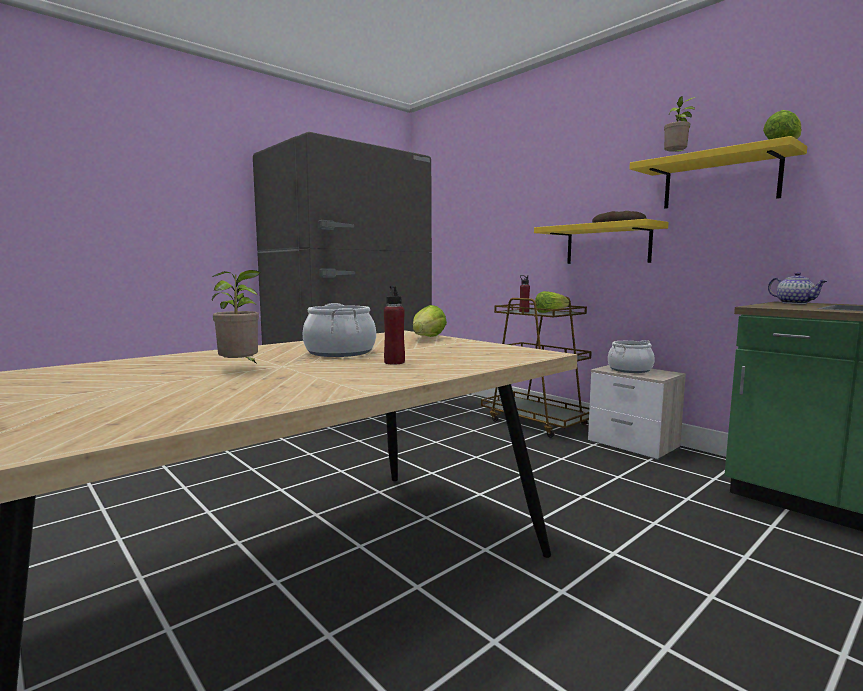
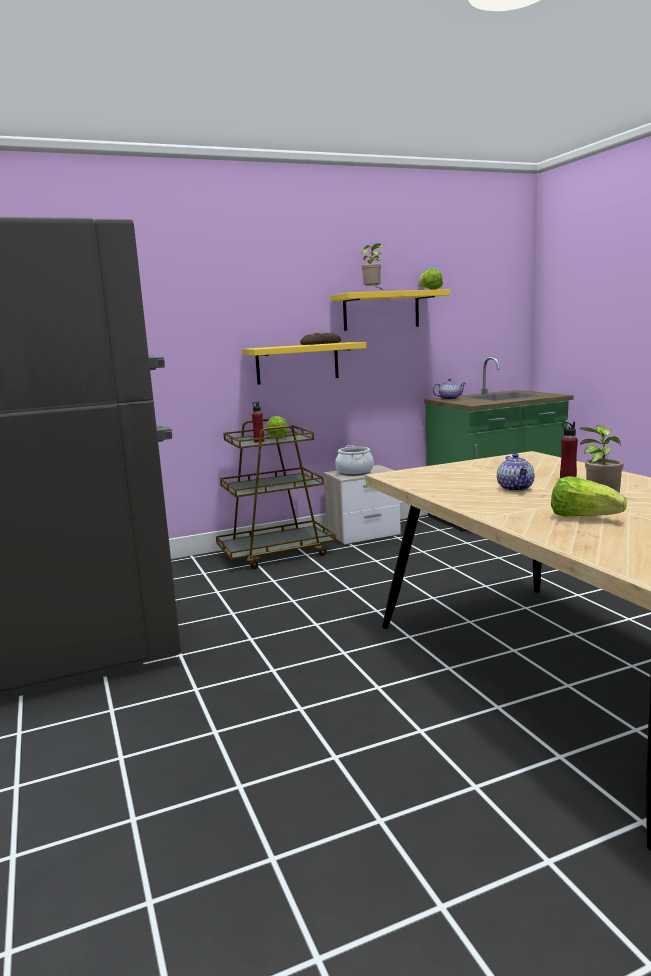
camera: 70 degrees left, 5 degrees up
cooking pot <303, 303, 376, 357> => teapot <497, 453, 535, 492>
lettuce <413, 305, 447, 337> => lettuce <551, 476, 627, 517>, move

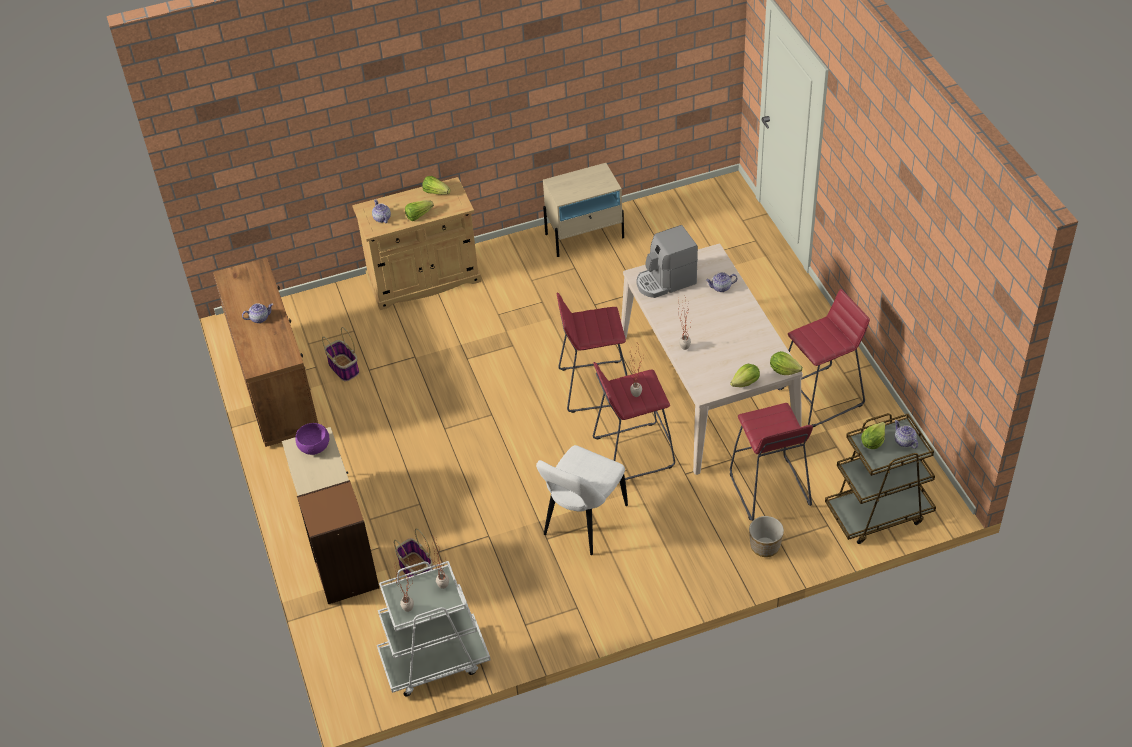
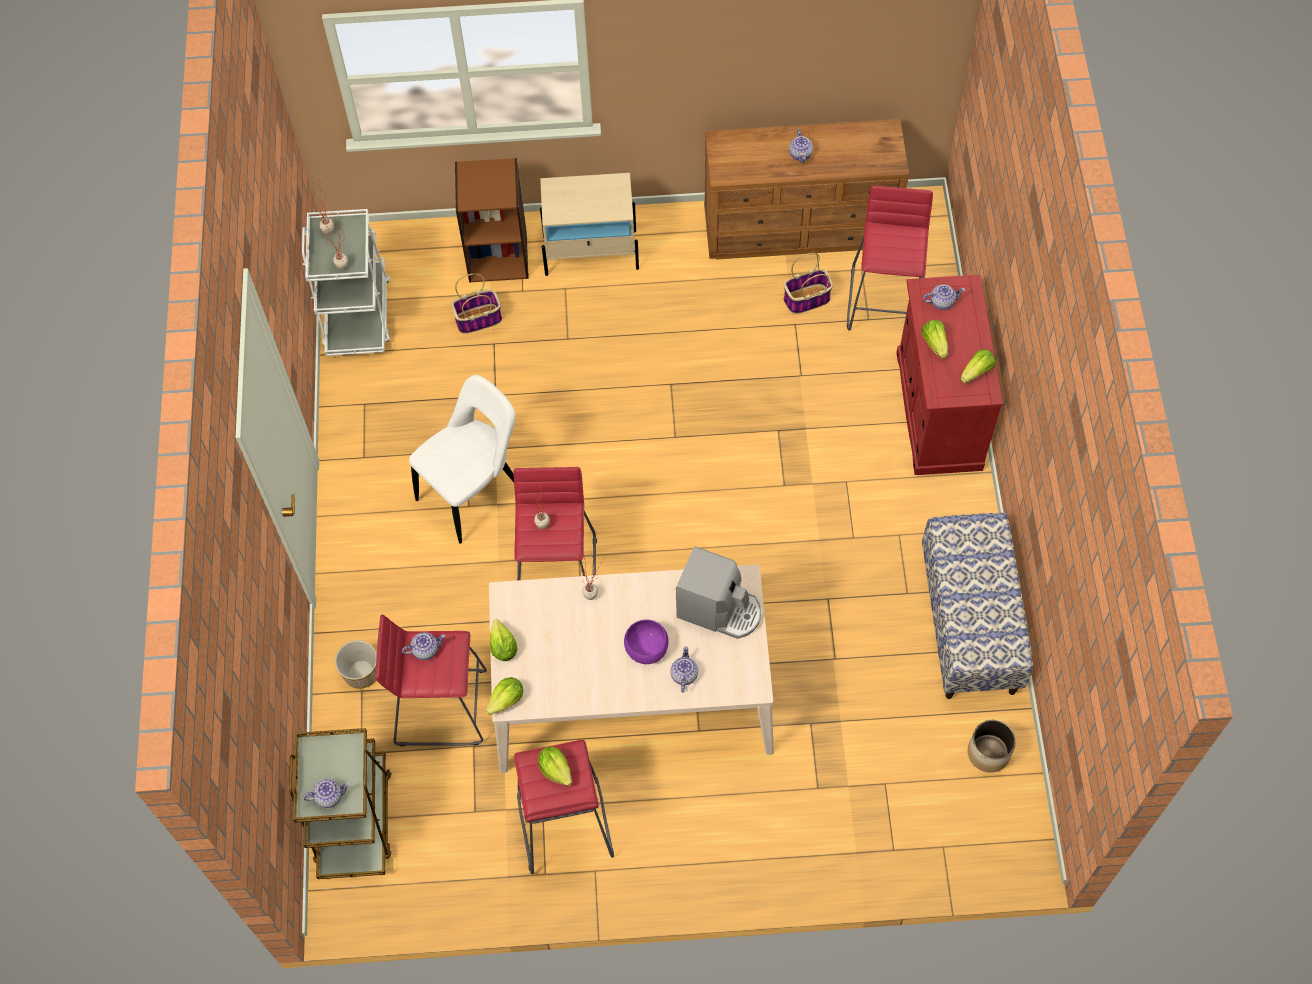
camera: 105 degrees right, 15 degrees up
bowl in purple <295, 423, 329, 455> => bowl in purple <624, 620, 669, 664>, move
cabinet in beige <352, 177, 481, 310> => cabinet in red <896, 275, 1003, 475>
chair in white <536, 445, 628, 555> => chair in white <409, 375, 515, 544>, 90 degrees clockwise
nightstand in beige <543, 163, 624, 257> => bench <922, 513, 1033, 699>
stool in red <557, 292, 627, 413> => stool in red <847, 185, 933, 330>, move
coffee machine <636, 225, 698, 298> => coffee machine <676, 547, 761, 639>, 120 degrees clockwise
lettuce <861, 422, 885, 449> => lettuce <538, 747, 572, 787>, move
nothing => teapot <402, 632, 445, 660>
nothing => planter <968, 720, 1016, 773>

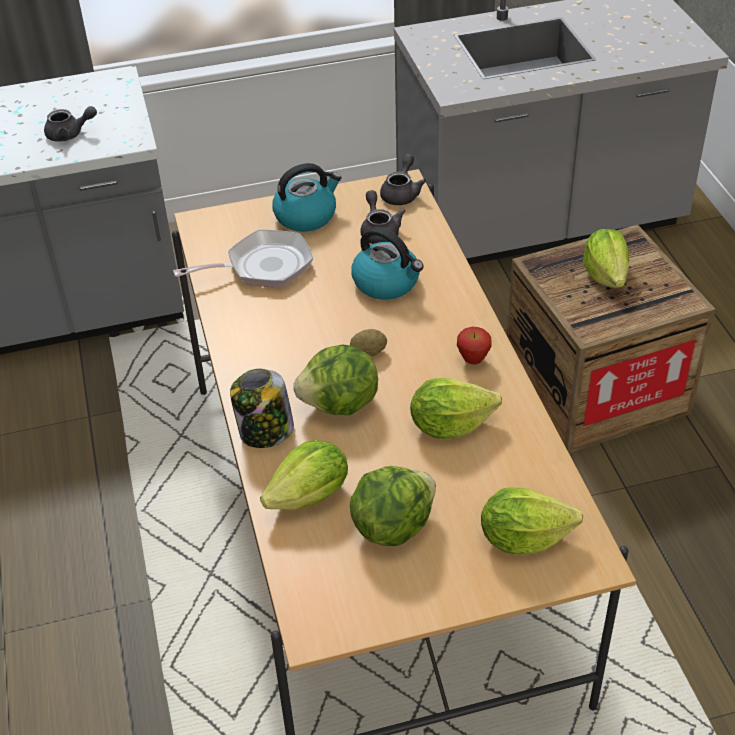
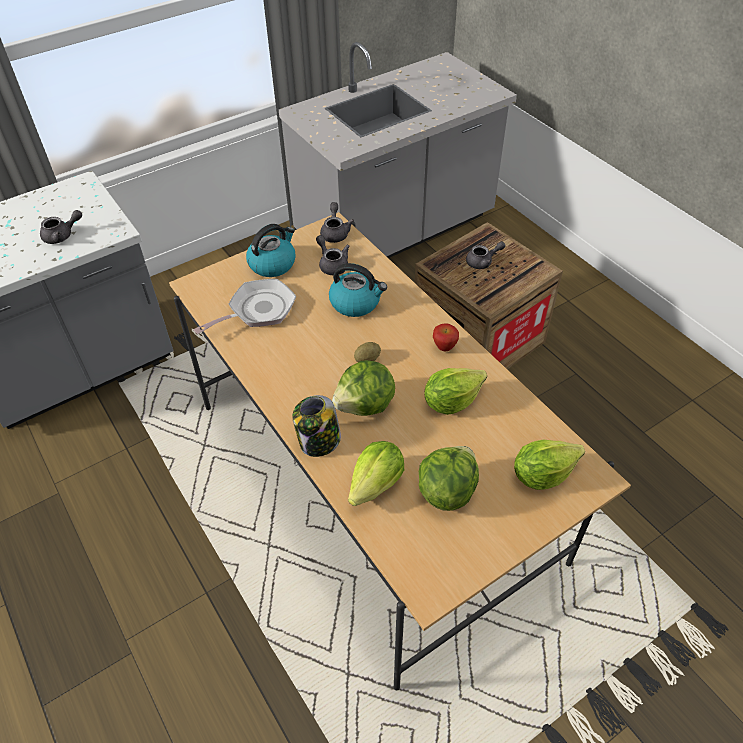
camera: 20 degrees left, 5 degrees up
lettuce <583, 229, 629, 288> => teapot in grey <466, 241, 506, 269>

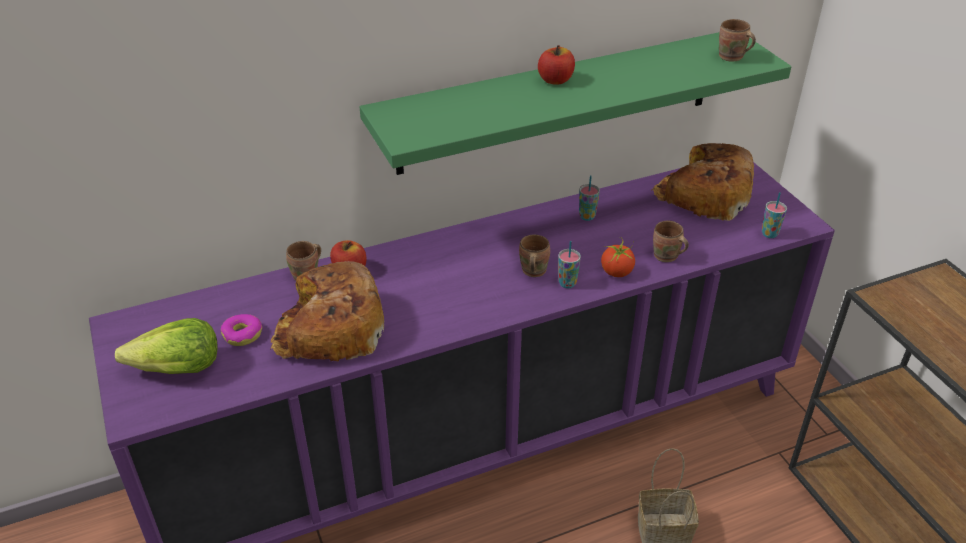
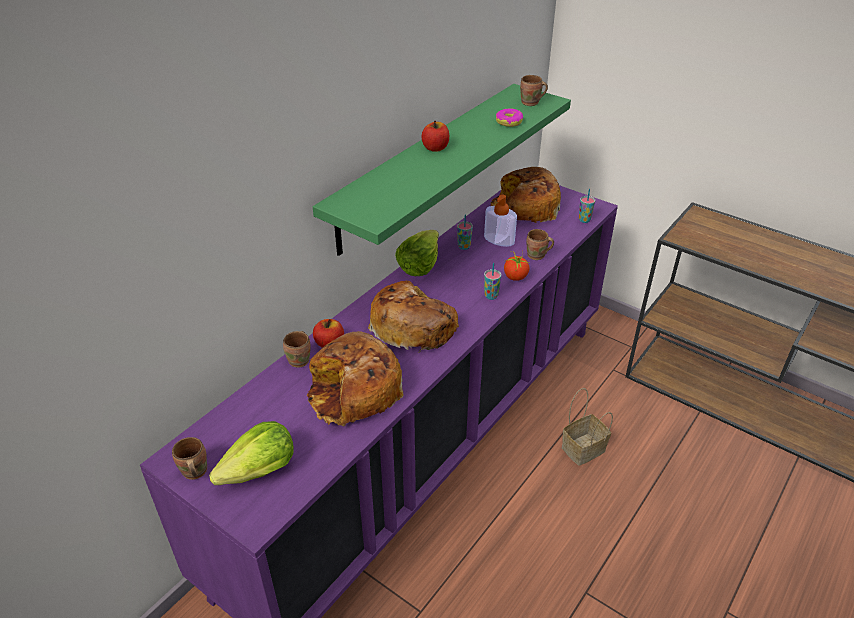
camera: 30 degrees left, 0 degrees up
donut <221, 314, 263, 346> => donut <496, 109, 523, 127>, move
mug in brown <519, 235, 550, 277> => mug in brown <172, 437, 207, 480>, move
nothing => bread <368, 281, 459, 354>
nothing => lettuce <395, 230, 439, 276>
nothing => soap dispenser <484, 194, 517, 247>

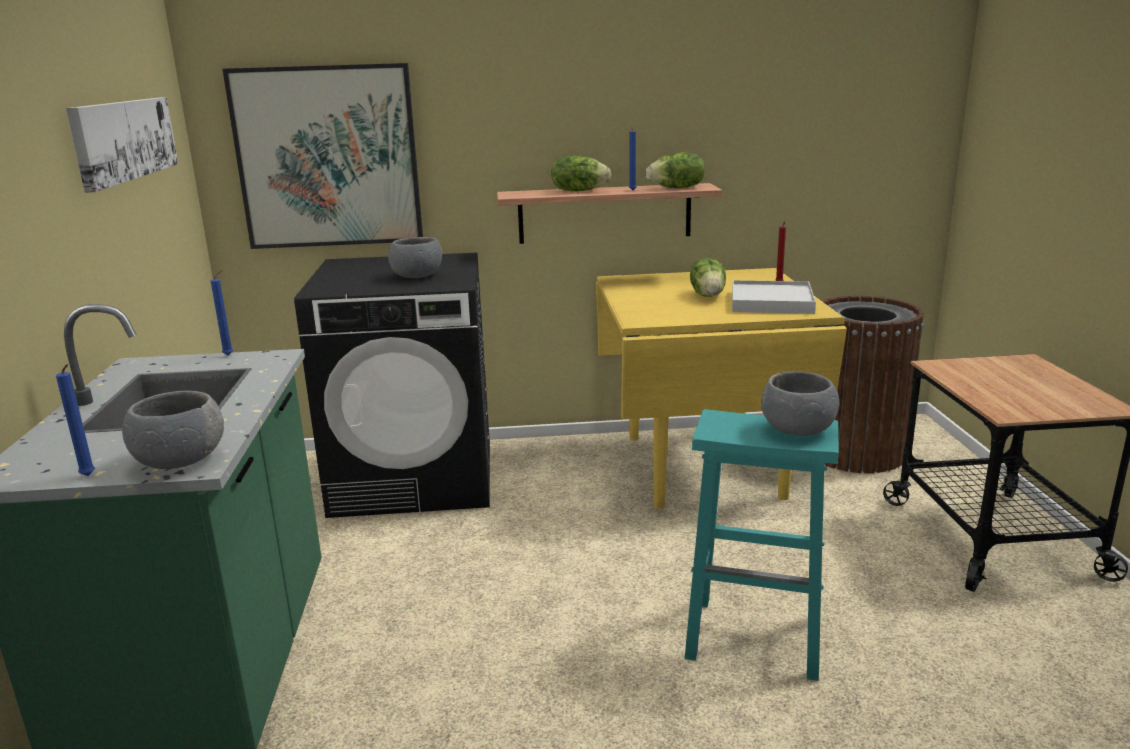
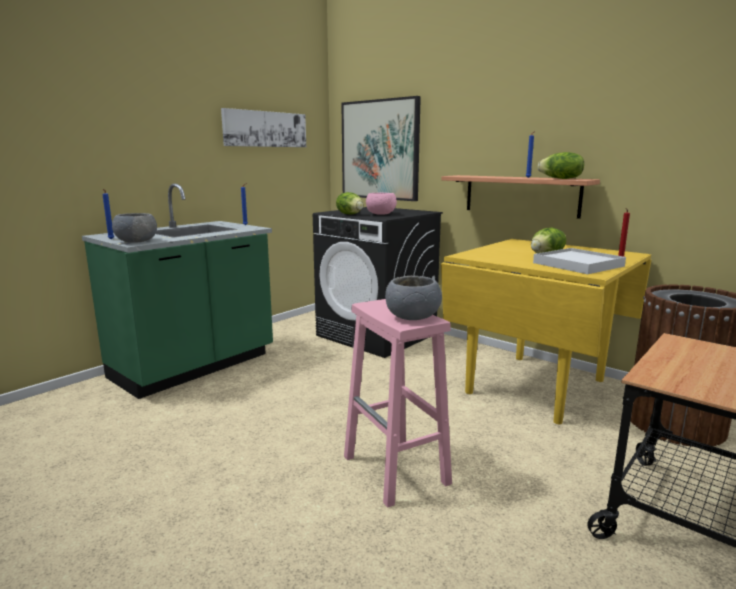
camera: 45 degrees right, 5 degrees down
bowl in grey <388, 237, 442, 278> => bowl in pink <366, 193, 397, 215>
lettuce <551, 156, 611, 191> => lettuce <336, 192, 363, 214>, move
stool in turquoise <685, 409, 839, 681> => stool in pink <344, 299, 452, 508>

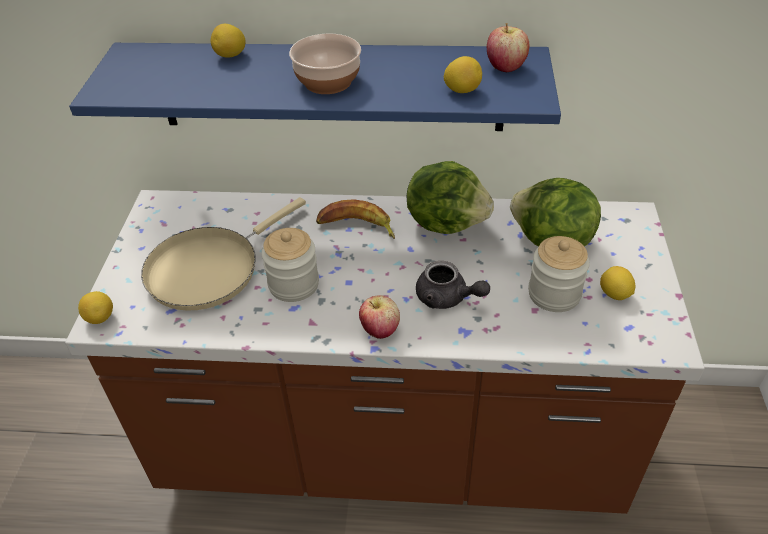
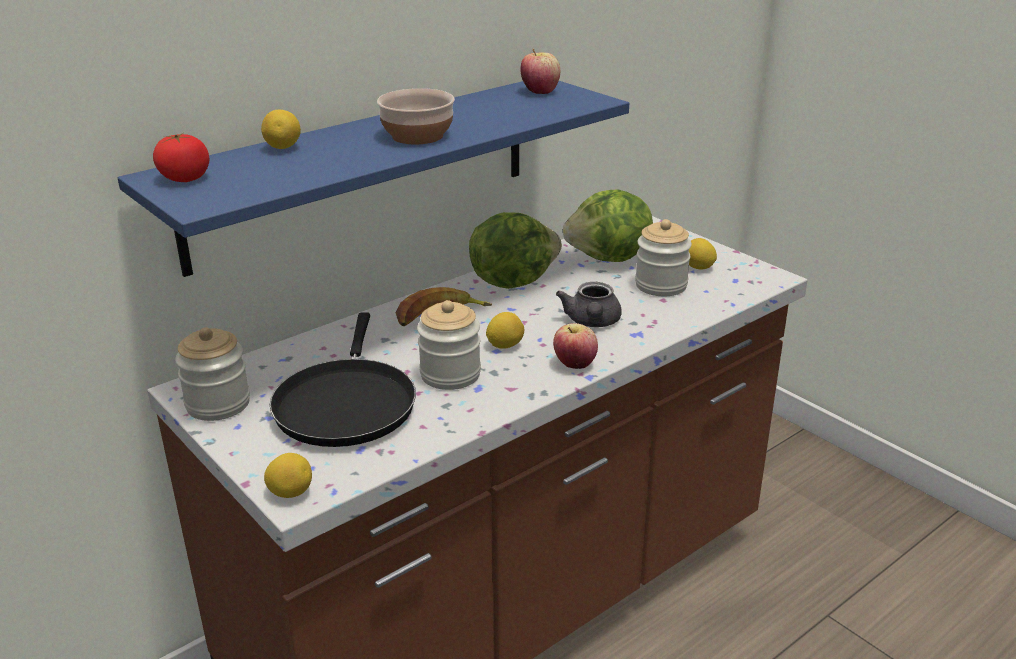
camera: 45 degrees left, 15 degrees down
frying pan in beige <141, 197, 306, 311> => frying pan in black <270, 312, 416, 447>
teapot in grey <416, 261, 490, 309> => teapot in grey <556, 282, 622, 327>, 105 degrees clockwise
lemon <444, 56, 482, 93> => lemon <486, 312, 524, 349>, move
nothing => tomato <153, 133, 209, 182>
nothing => jar <175, 327, 250, 421>

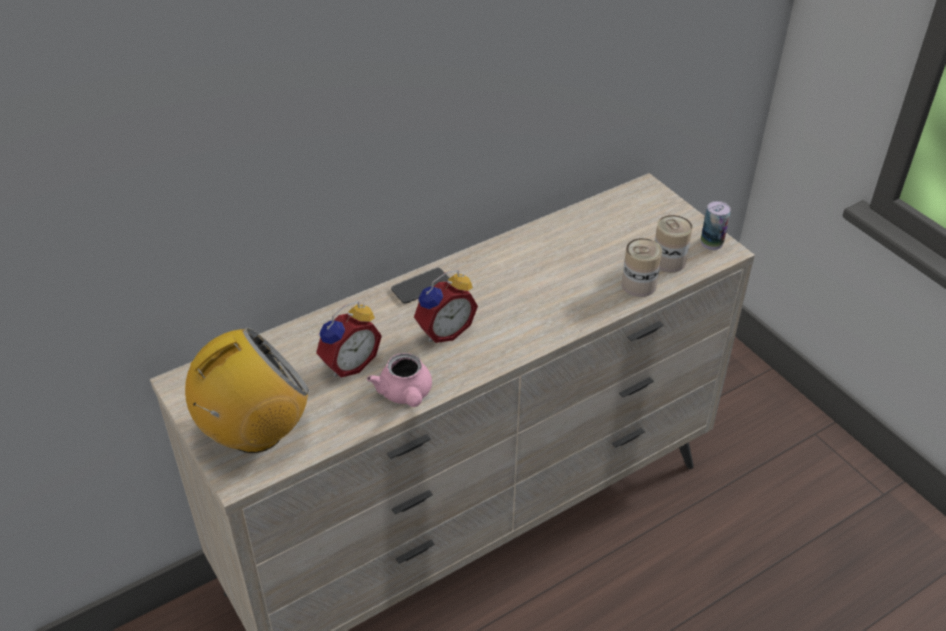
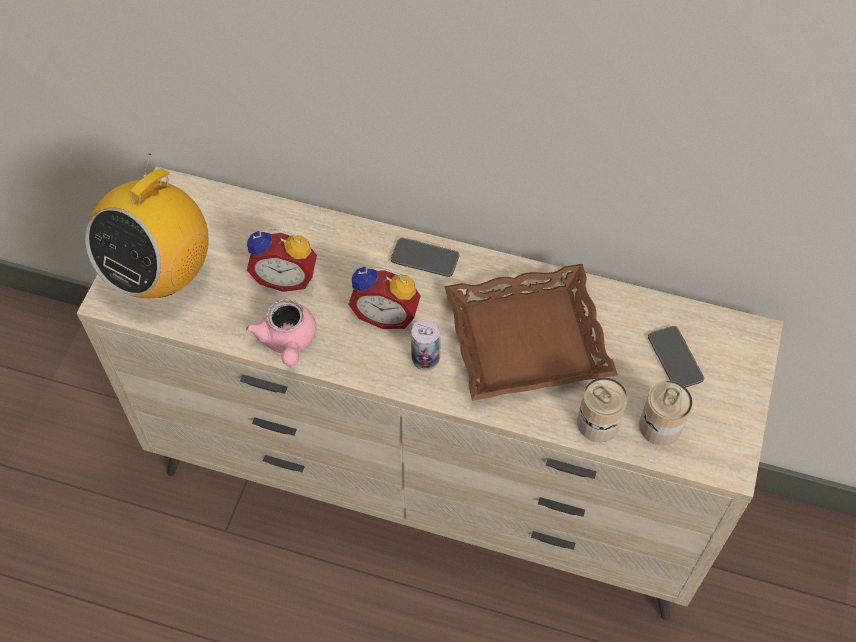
camera: 50 degrees right, 15 degrees up
radio <185, 328, 309, 453> => radio <85, 154, 209, 298>, 105 degrees clockwise
teapot in pink <367, 353, 432, 407> => teapot in pink <245, 300, 316, 366>, 45 degrees counterclockwise
can <701, 201, 731, 250> => can <411, 319, 441, 371>, move
nothing => tray in brown <444, 264, 618, 401>
nothing => phone <648, 326, 704, 388>

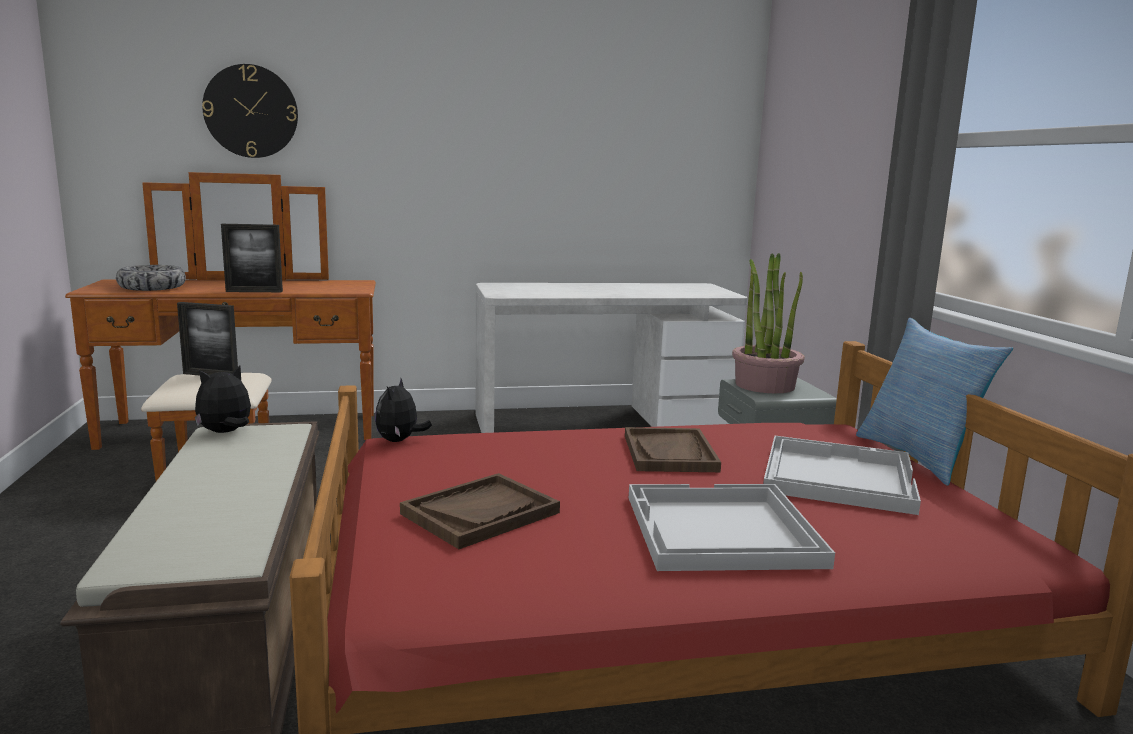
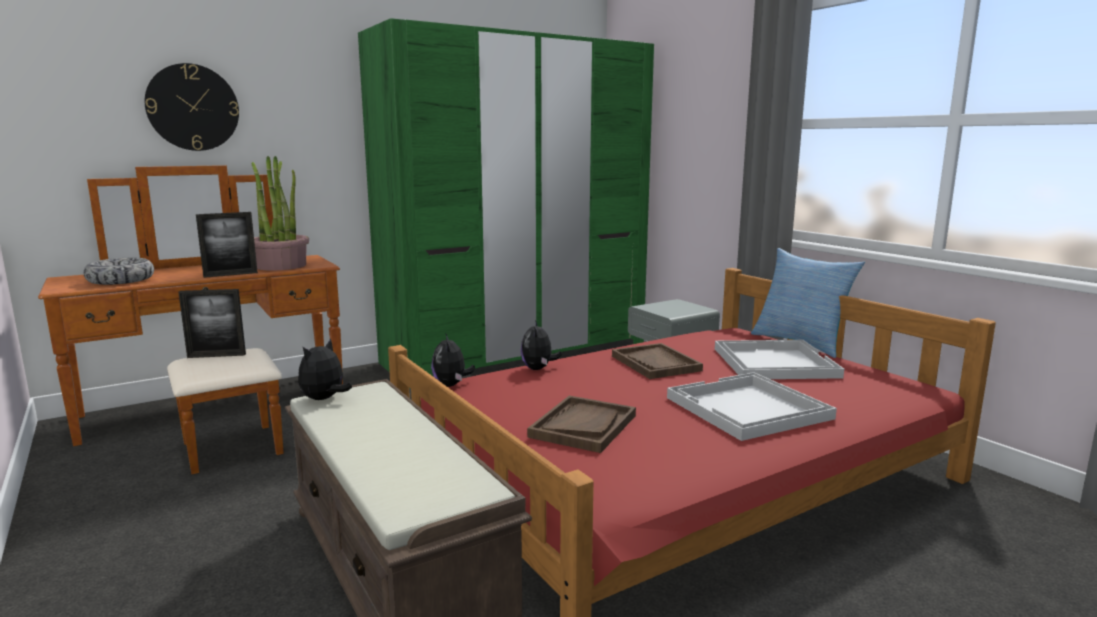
camera: 20 degrees left, 0 degrees up
desk in white <475, 283, 747, 433> => wardrobe in green <358, 18, 654, 389>
potted plant <732, 253, 805, 393> => potted plant <252, 156, 309, 271>, move
nothing => plush toy <520, 320, 562, 370>

